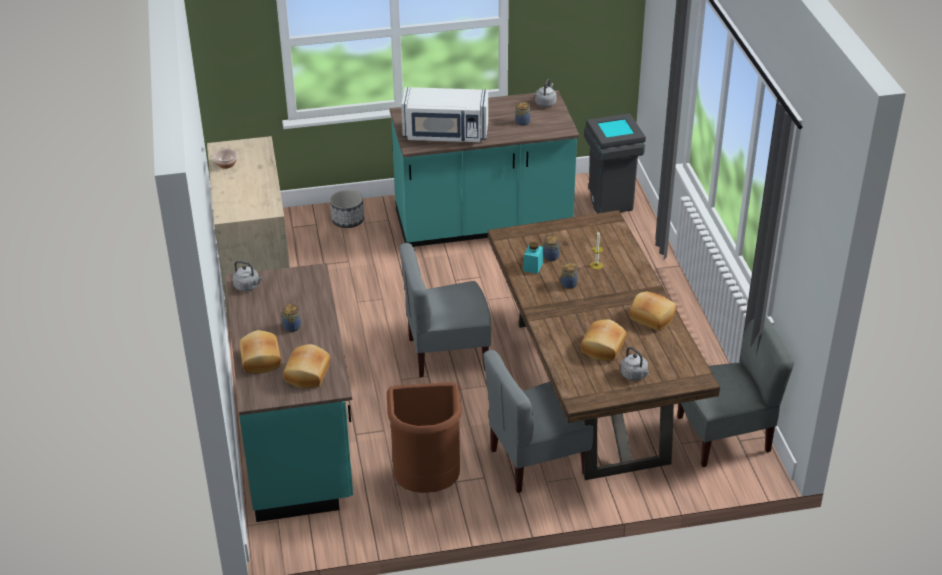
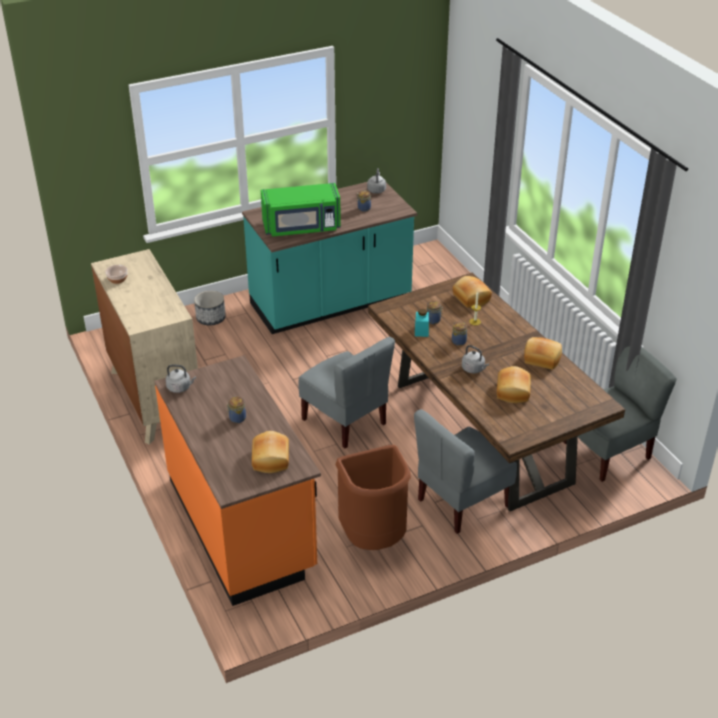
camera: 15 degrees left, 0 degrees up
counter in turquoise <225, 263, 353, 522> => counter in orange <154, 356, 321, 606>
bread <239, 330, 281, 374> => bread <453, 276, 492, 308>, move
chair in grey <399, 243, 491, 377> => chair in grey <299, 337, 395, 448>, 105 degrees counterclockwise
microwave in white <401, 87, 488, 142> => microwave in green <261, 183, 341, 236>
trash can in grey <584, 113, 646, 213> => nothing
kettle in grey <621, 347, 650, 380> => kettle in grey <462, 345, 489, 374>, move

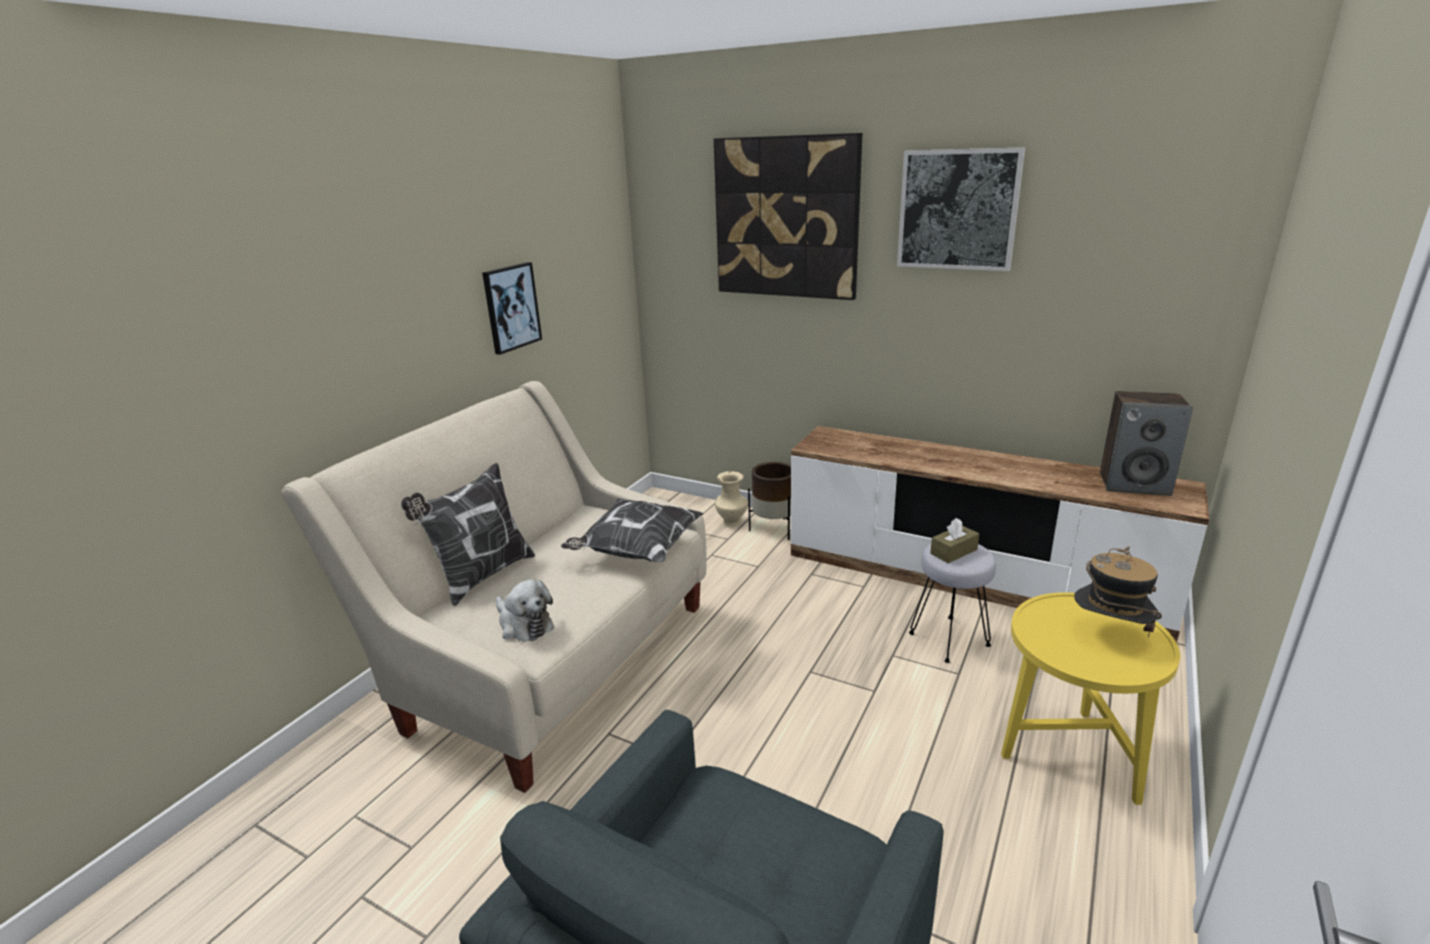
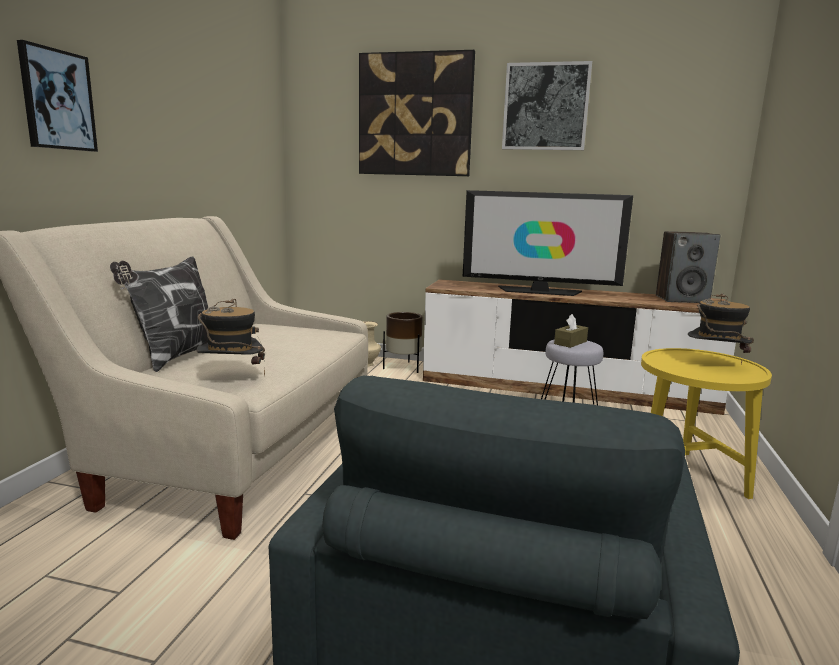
camera: 15 degrees left, 10 degrees down
picture <482, 262, 542, 355> => picture <17, 40, 98, 152>, move
plush toy <496, 579, 554, 642> => hat <197, 299, 265, 376>
pillow <561, 499, 704, 562> => nothing
nothing => television <463, 190, 633, 296>

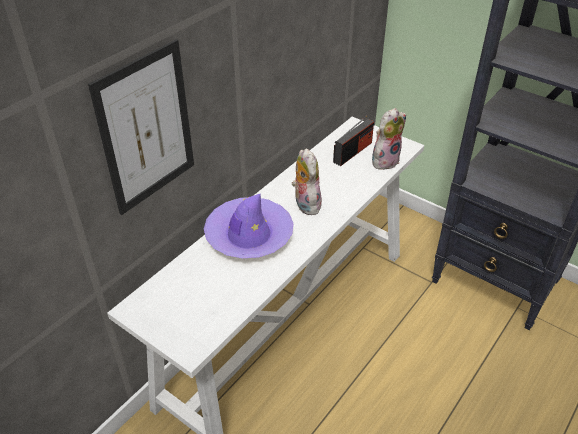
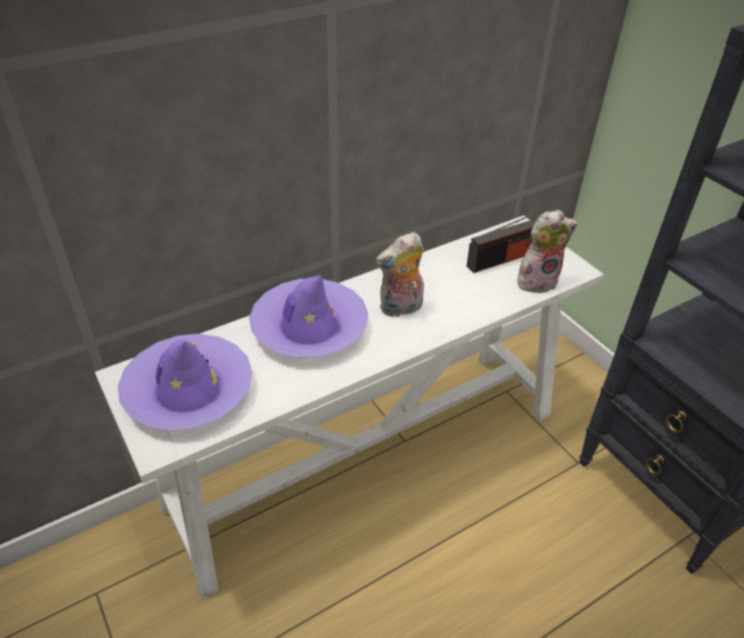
camera: 20 degrees right, 0 degrees up
picture <88, 39, 194, 215> => nothing
plush toy <292, 148, 322, 215> => plush toy <376, 232, 424, 317>, 120 degrees counterclockwise
nothing => hat in purple <118, 334, 252, 431>

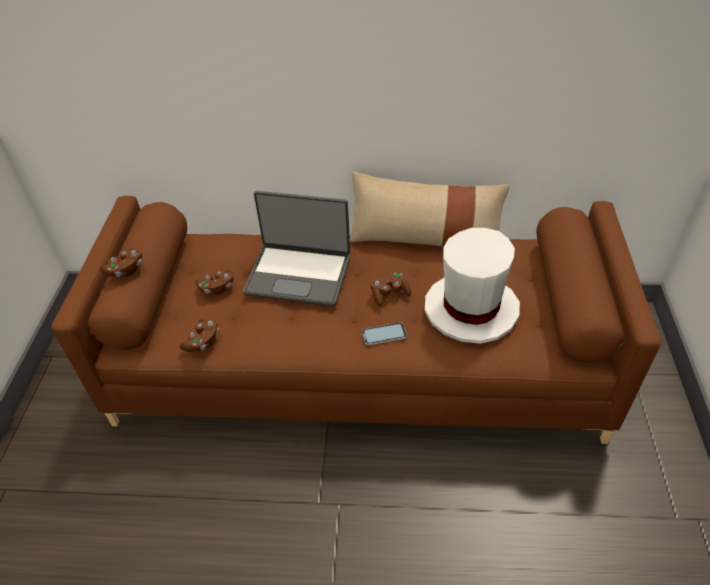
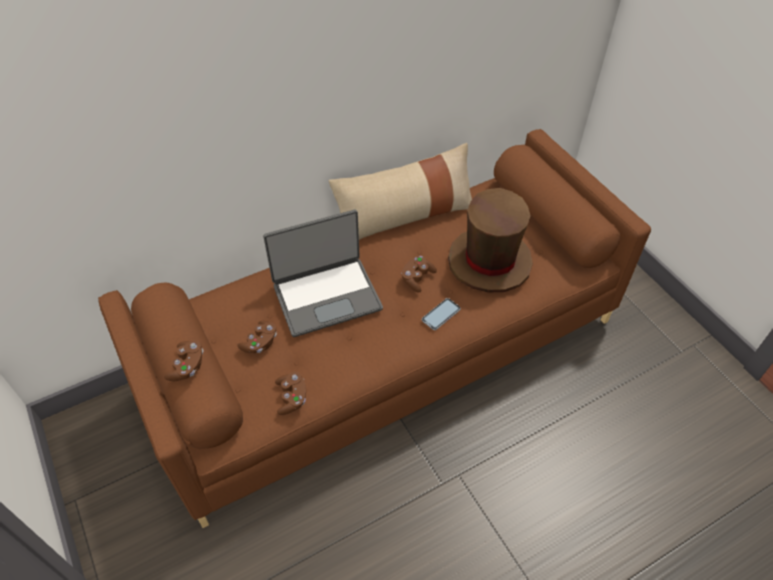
camera: 35 degrees left, 5 degrees up
hat in white <424, 228, 520, 344> => hat in brown <448, 188, 533, 293>

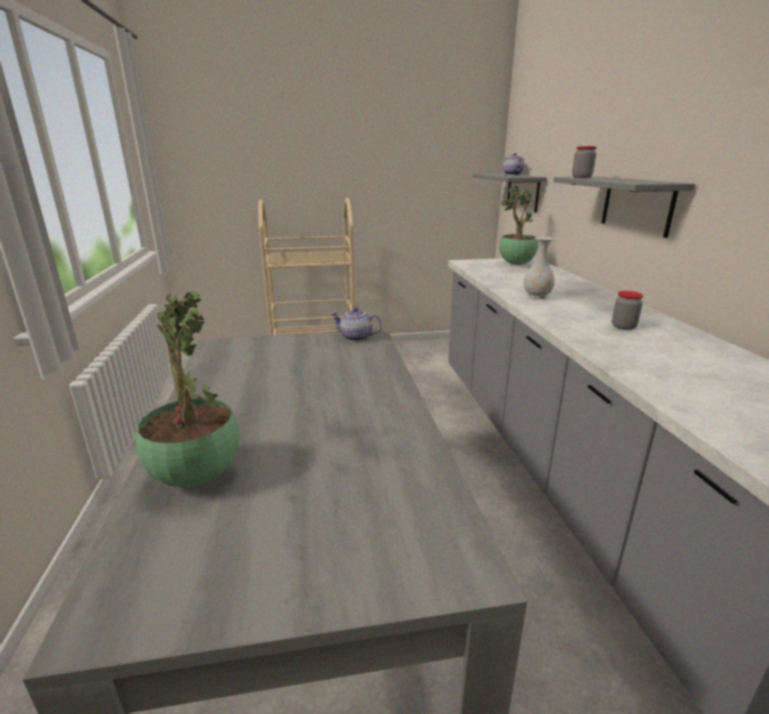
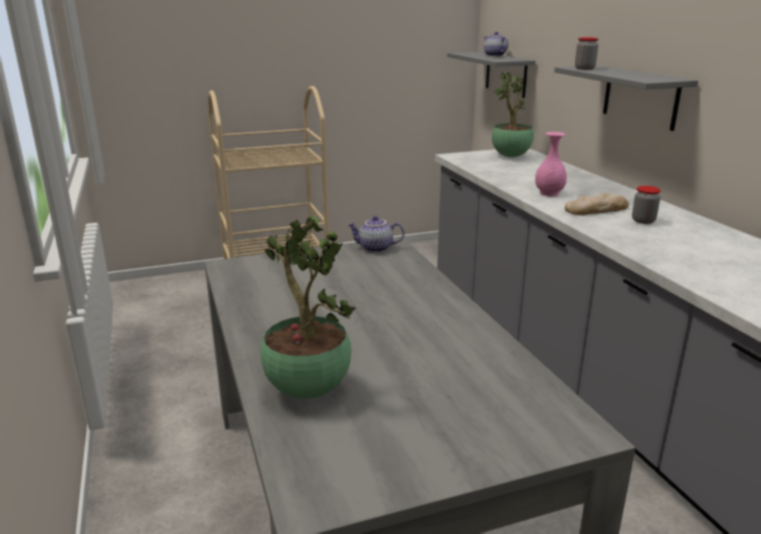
camera: 10 degrees left, 0 degrees up
vase in white <524, 237, 555, 299> => vase in pink <535, 132, 567, 196>
nothing => bread <565, 193, 629, 215>

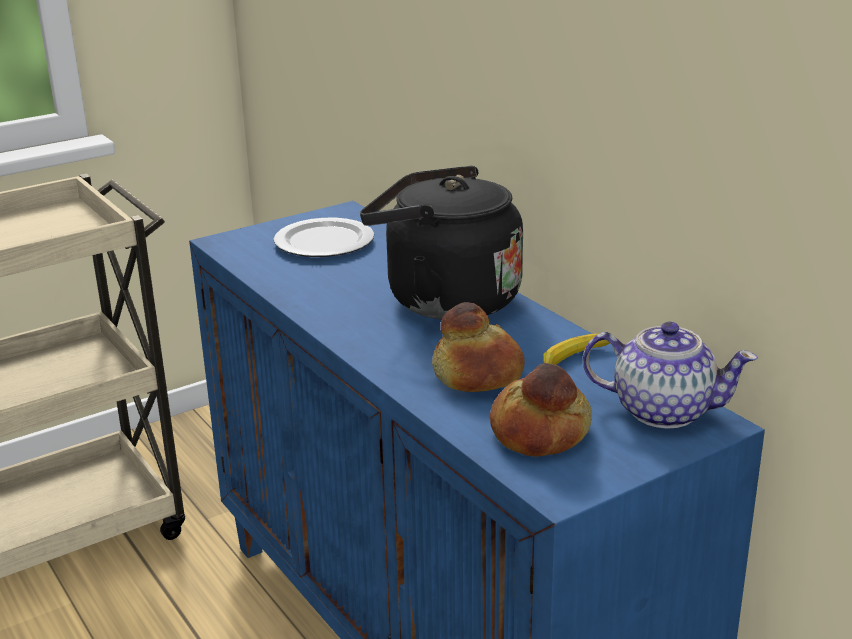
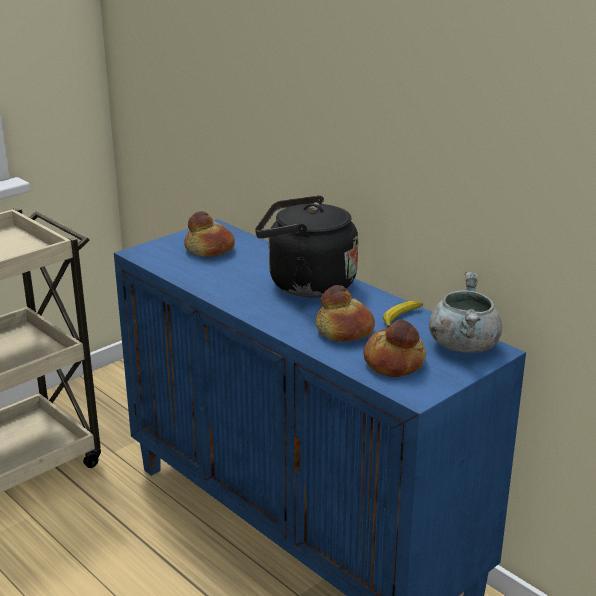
camera: 10 degrees left, 0 degrees up
plate <274, 218, 374, 257> => bread <184, 211, 235, 257>
teapot <583, 322, 758, 429> => cooking pot in grey <429, 272, 502, 353>

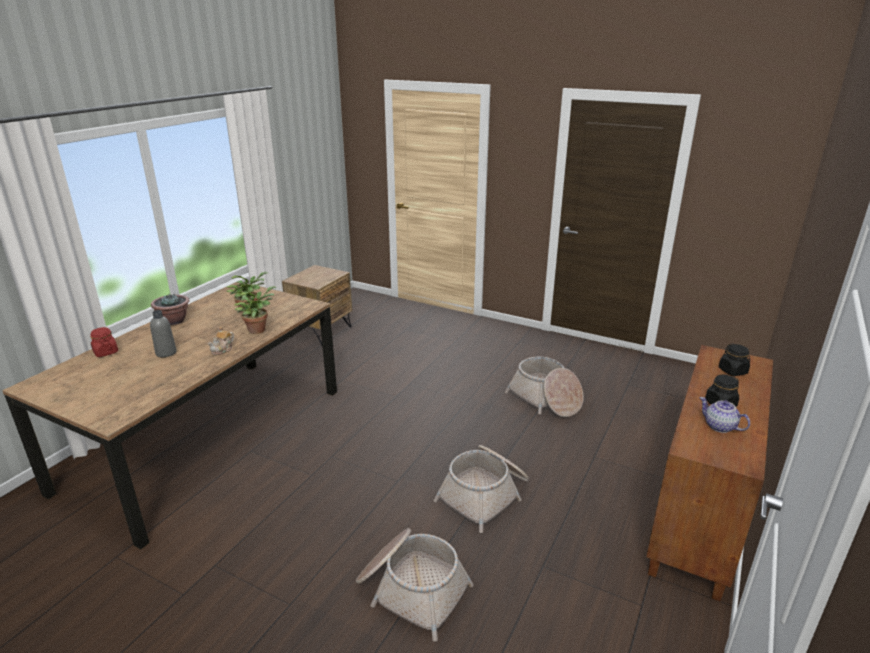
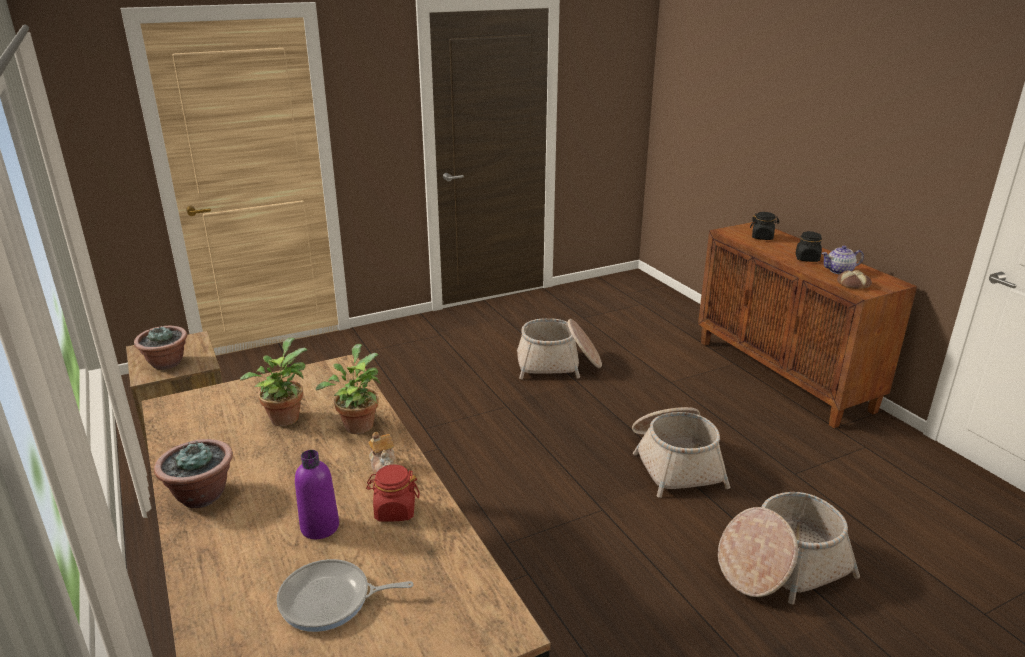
camera: 55 degrees left, 0 degrees up
jar in red <90, 327, 118, 357> => jar in red <366, 465, 420, 522>, move
bottle in grey <150, 310, 176, 357> => bottle in purple <295, 450, 339, 539>
nothing => potted plant <134, 326, 187, 370>
nothing => frying pan <277, 559, 414, 632>
nothing => bread <837, 270, 872, 289>

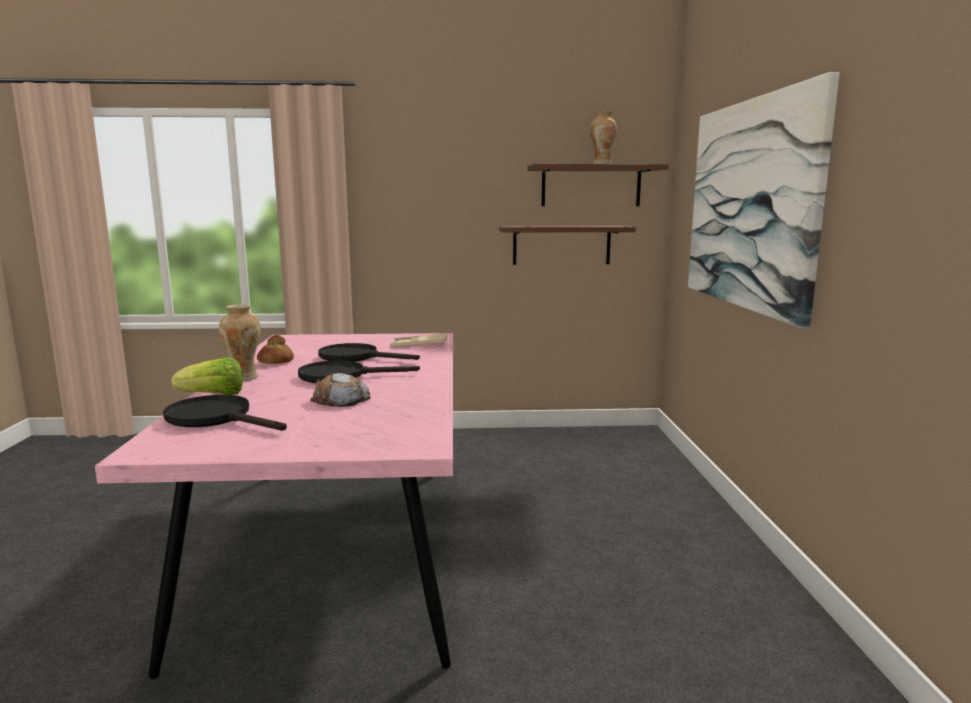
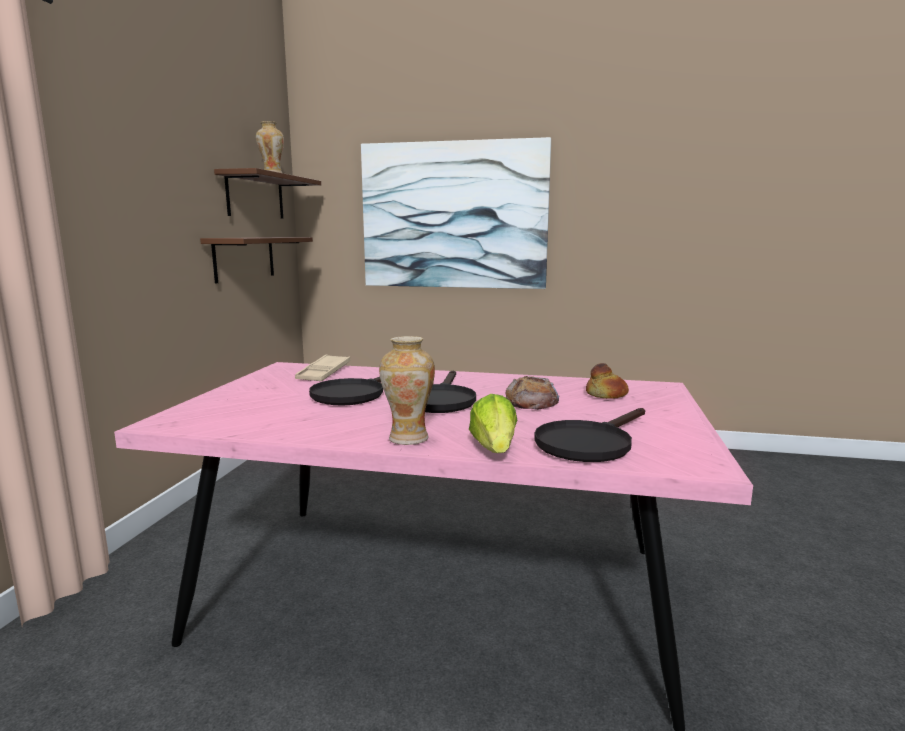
camera: 75 degrees left, 0 degrees up
bread <257, 335, 294, 364> => bread <586, 363, 629, 399>, move

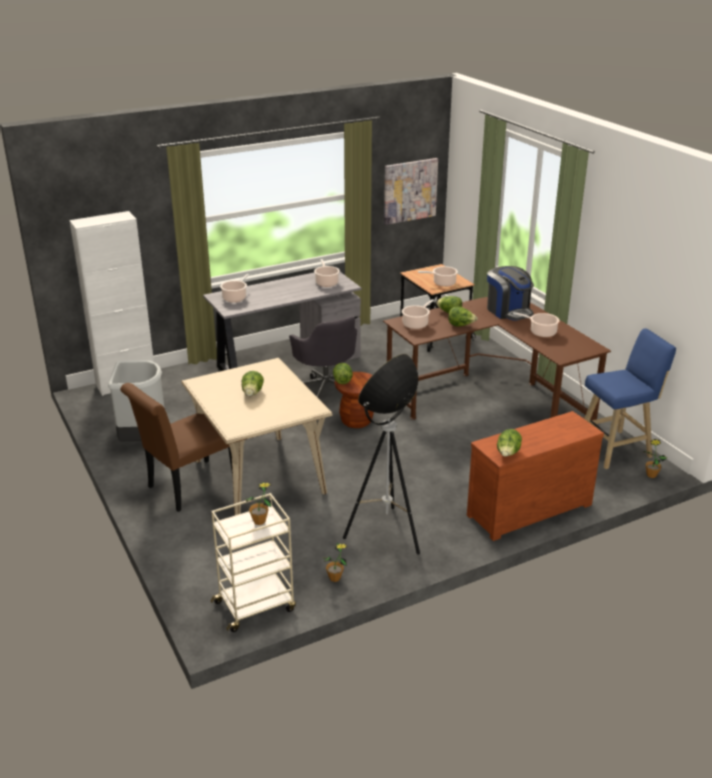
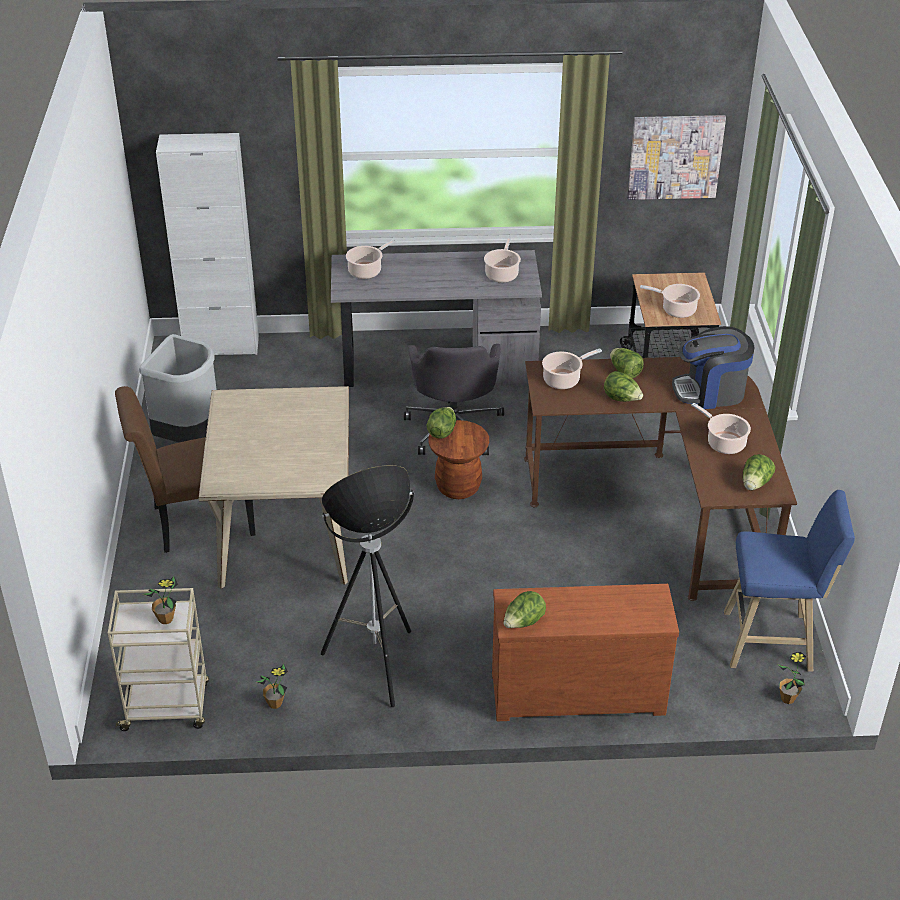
camera: 25 degrees right, 10 degrees up
lettuce <242, 371, 264, 396> => lettuce <743, 454, 775, 490>, move
coffee machine <487, 266, 534, 321> => coffee machine <672, 326, 755, 409>, 90 degrees clockwise

